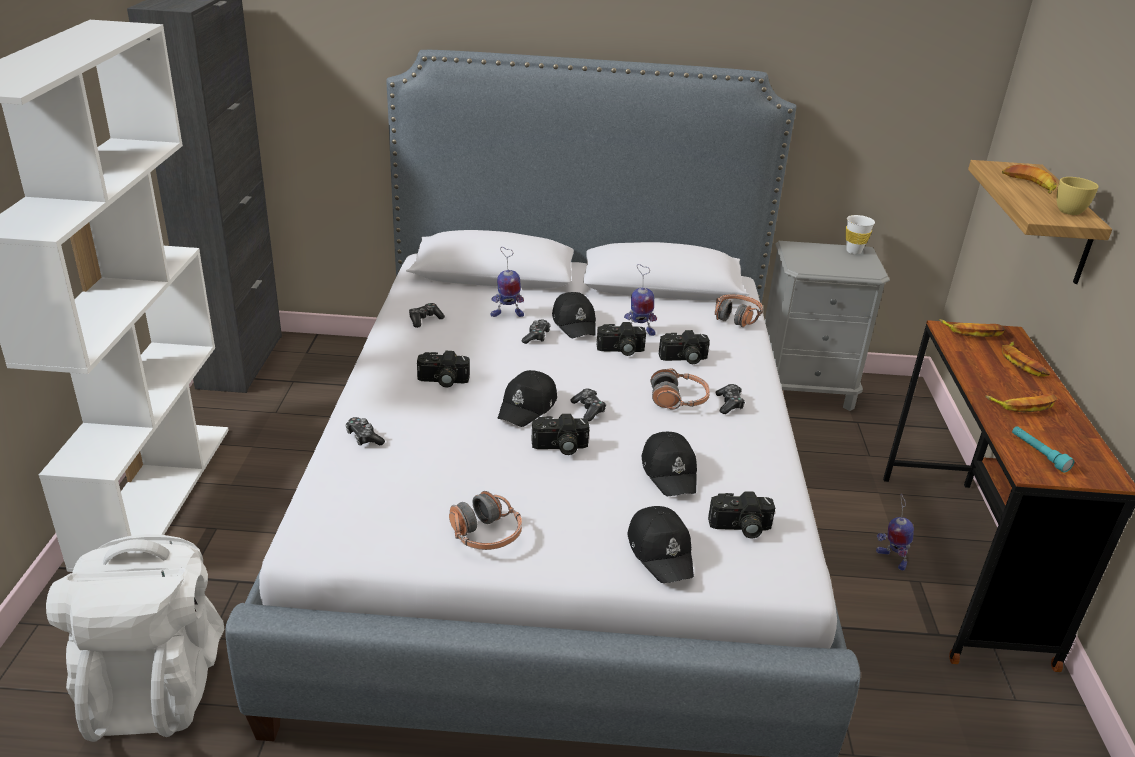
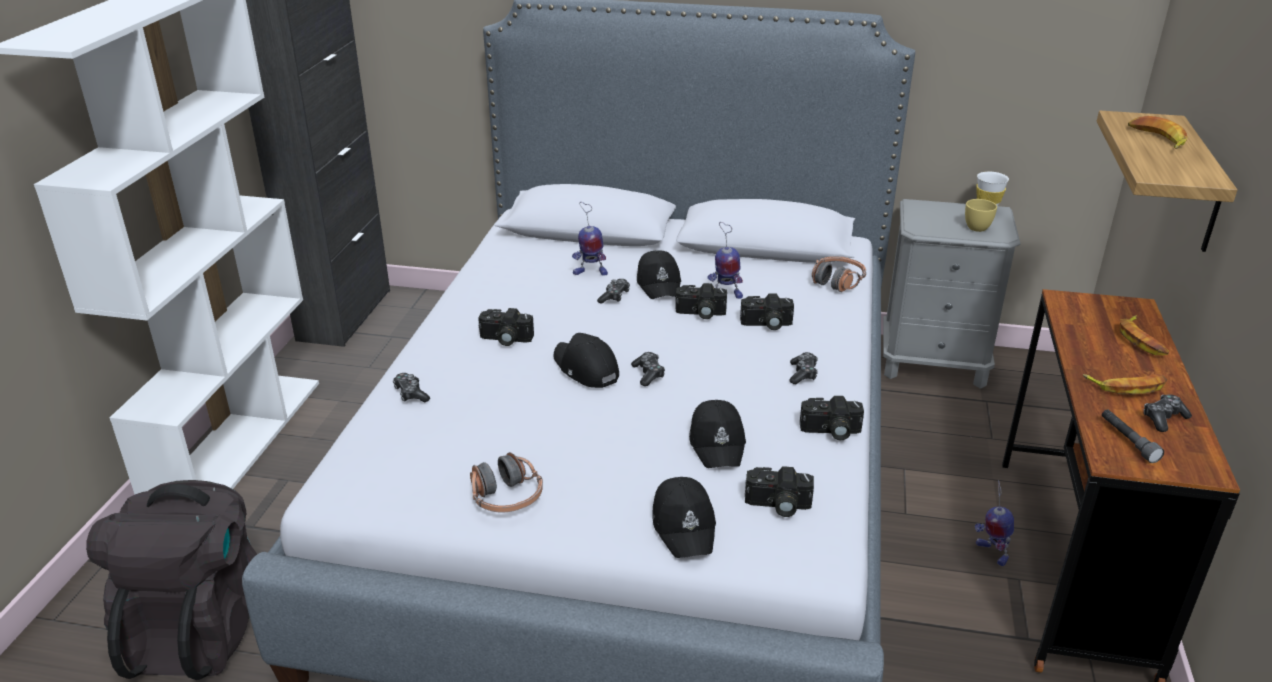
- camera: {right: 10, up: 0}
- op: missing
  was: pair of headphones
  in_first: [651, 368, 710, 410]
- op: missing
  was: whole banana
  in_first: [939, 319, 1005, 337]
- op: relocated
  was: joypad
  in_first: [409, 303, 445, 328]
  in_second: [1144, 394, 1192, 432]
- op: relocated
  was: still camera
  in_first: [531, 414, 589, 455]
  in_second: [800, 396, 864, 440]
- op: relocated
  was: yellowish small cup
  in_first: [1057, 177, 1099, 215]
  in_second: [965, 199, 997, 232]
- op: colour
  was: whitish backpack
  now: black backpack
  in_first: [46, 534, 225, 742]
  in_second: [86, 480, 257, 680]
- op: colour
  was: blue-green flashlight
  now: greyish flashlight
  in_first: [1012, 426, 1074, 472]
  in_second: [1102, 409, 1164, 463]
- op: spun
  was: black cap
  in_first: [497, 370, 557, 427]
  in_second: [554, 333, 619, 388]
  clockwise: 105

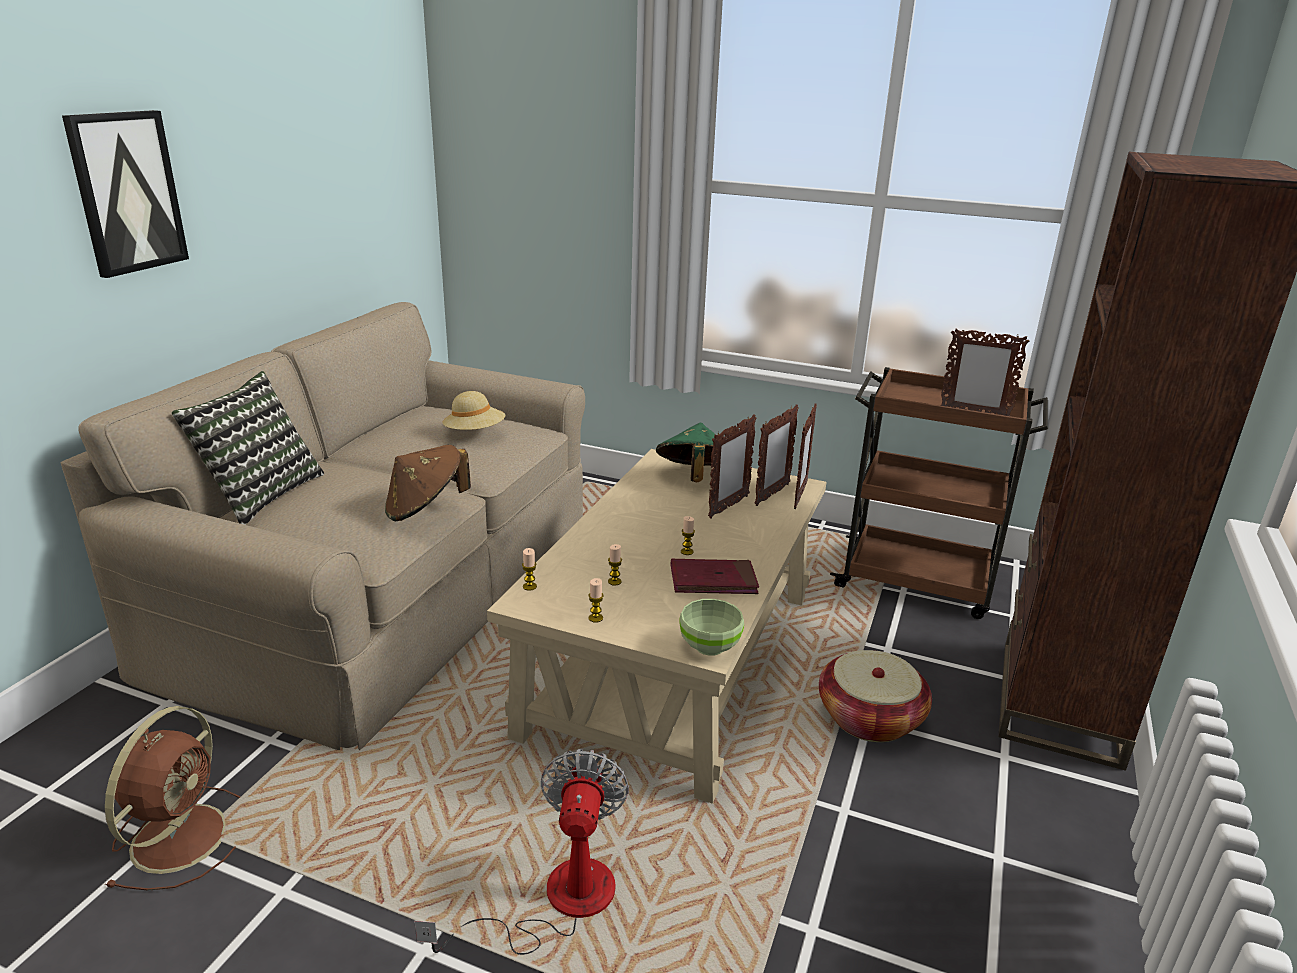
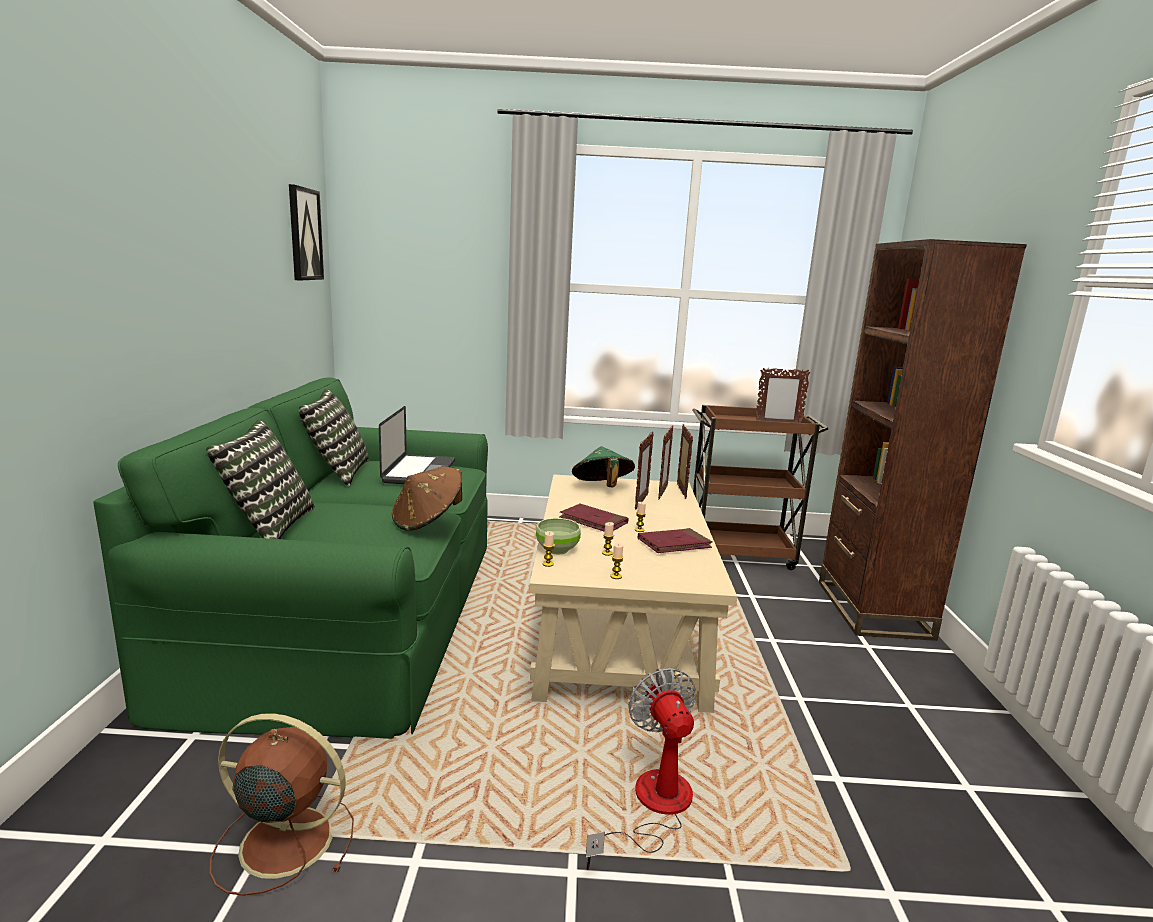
- camera: {right: -20, up: -10}
- op: missing
  was: basket
  in_first: [819, 650, 932, 742]
- op: appeared
  now: pillow
  in_second: [299, 389, 369, 486]
- op: appeared
  now: red volume
  in_second: [559, 504, 629, 532]
- op: relocated
  was: wall art
  in_first: [62, 110, 189, 278]
  in_second: [289, 184, 324, 280]
- op: relocated
  was: green-coloured deep dish
  in_first: [679, 599, 744, 656]
  in_second: [536, 518, 581, 554]
- op: exchanged
  was: beige-coloured clothing hat
  now: portable computer
  in_first: [442, 391, 505, 430]
  in_second: [379, 406, 455, 484]
- op: colour
  was: beige-coloured sofa
  now: green-coloured sofa
  in_first: [61, 302, 585, 750]
  in_second: [93, 377, 488, 739]
- op: spun
  was: brown-coloured cooling fan
  in_first: [105, 706, 240, 891]
  in_second: [210, 713, 354, 896]
  clockwise: -75

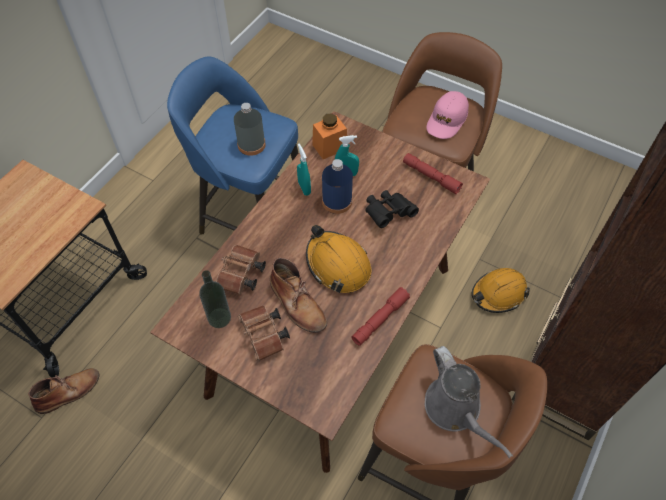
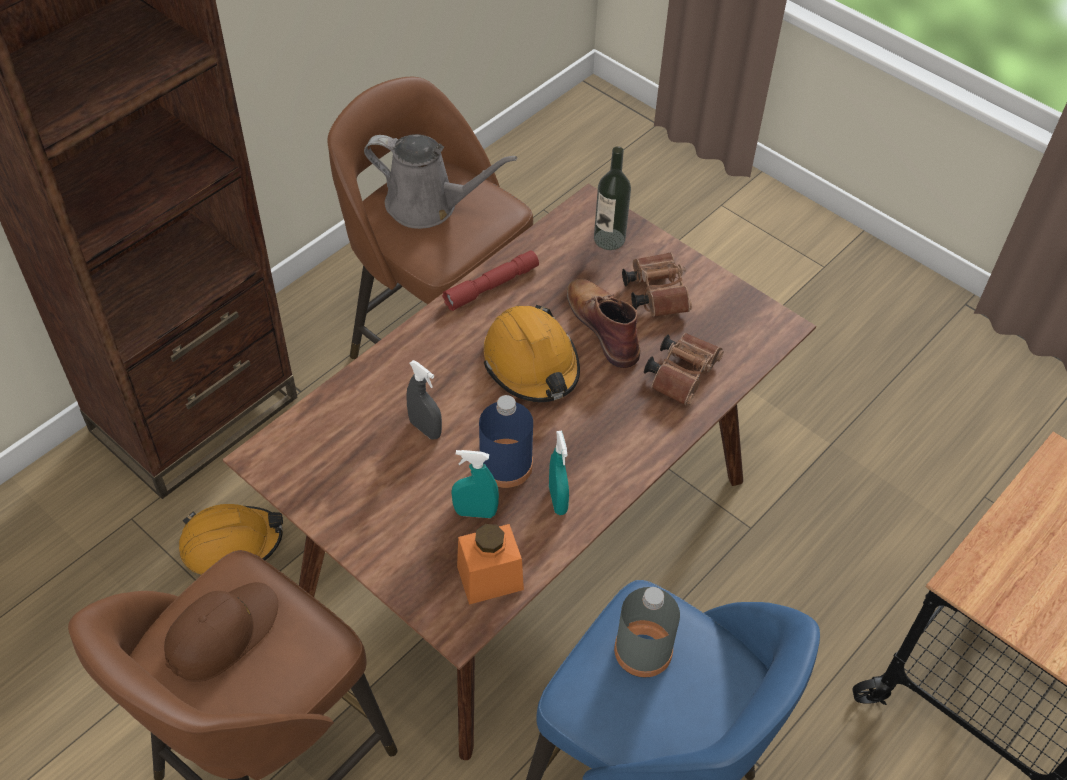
- camera: {right: -170, up: -5}
- op: missing
  was: brown-coloured high-top boot
  in_first: [28, 368, 99, 414]
- op: missing
  was: red flashlight
  in_first: [403, 153, 463, 194]
- op: relocated
  was: bottle
  in_first: [199, 270, 231, 328]
  in_second: [594, 146, 631, 250]
- op: exchanged
  was: black pair of binoculars
  now: greyish hand sprayer
  in_first: [365, 190, 419, 228]
  in_second: [406, 360, 442, 439]
- op: colour
  was: pink-coloured cap
  now: brown-coloured cap
  in_first: [426, 91, 469, 139]
  in_second: [164, 582, 278, 682]
- op: spun
  was: greyish watering can
  in_first: [425, 346, 513, 459]
  in_second: [364, 134, 517, 229]
  clockwise: 120

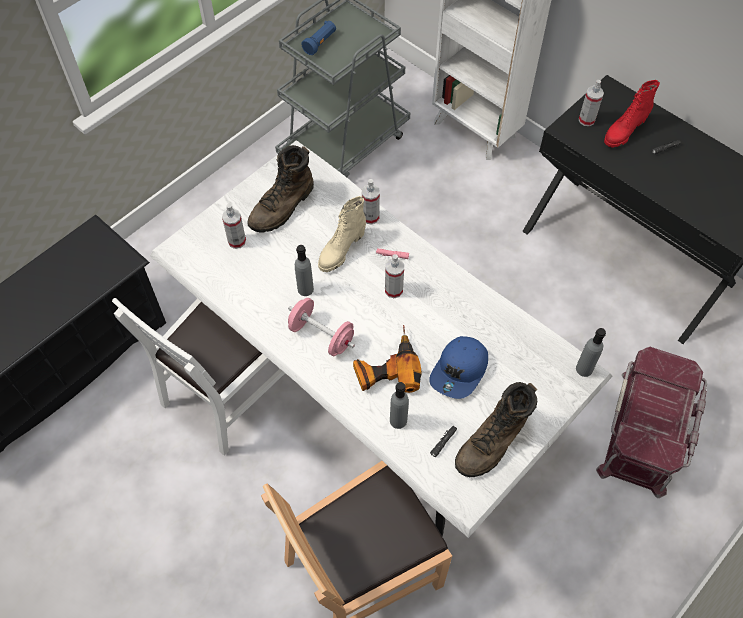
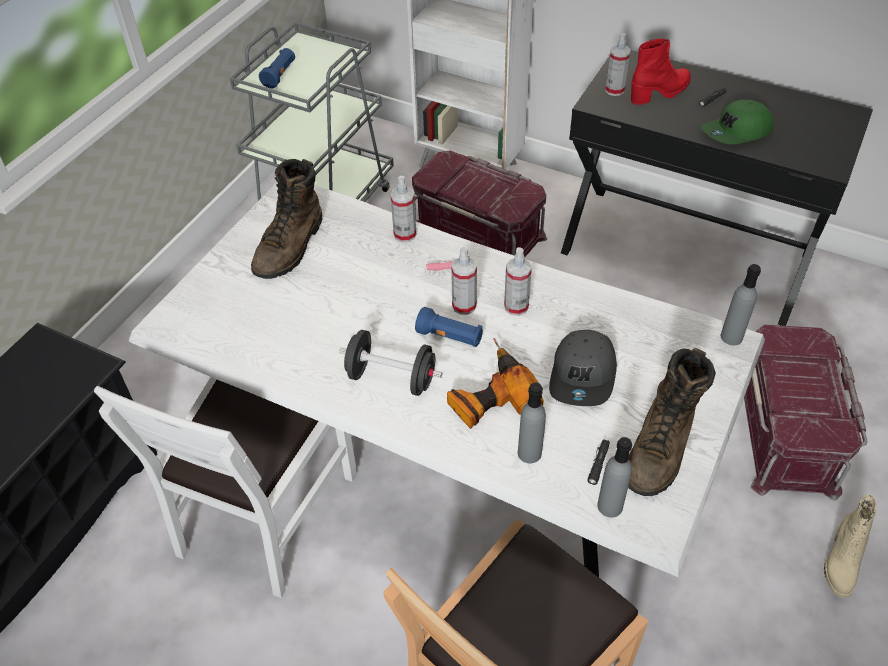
- camera: {right: -15, up: -10}
- op: appeared
  now: red storage bin
  in_second: [412, 150, 547, 258]
- op: appeared
  now: bluish flashlight
  in_second: [415, 307, 483, 347]
- op: appeared
  now: green-coloured cap
  in_second: [701, 100, 774, 144]
- op: relocated
  was: hand sprayer
  in_first: [222, 203, 246, 249]
  in_second: [504, 247, 532, 316]
- op: relocated
  was: greyish bottle
  in_first: [295, 245, 314, 296]
  in_second: [597, 437, 632, 518]
- op: relocated
  was: beige-coloured high-top boot
  in_first: [318, 196, 366, 272]
  in_second: [824, 494, 877, 598]
- op: colour
  was: pink-coloured free weight
  now: black free weight
  in_first: [288, 298, 355, 356]
  in_second: [339, 330, 442, 396]
- op: colour
  was: bluish cap
  now: greyish cap
  in_first: [429, 336, 488, 399]
  in_second: [549, 330, 617, 406]
- op: spun
  was: red high-top boot
  in_first: [604, 80, 660, 148]
  in_second: [631, 38, 691, 105]
  clockwise: -150

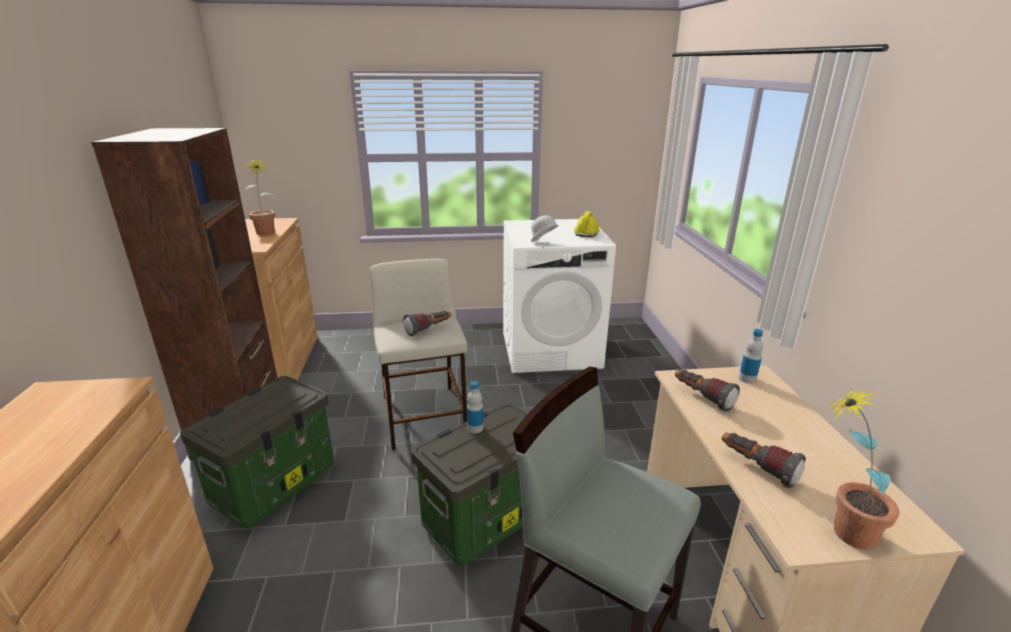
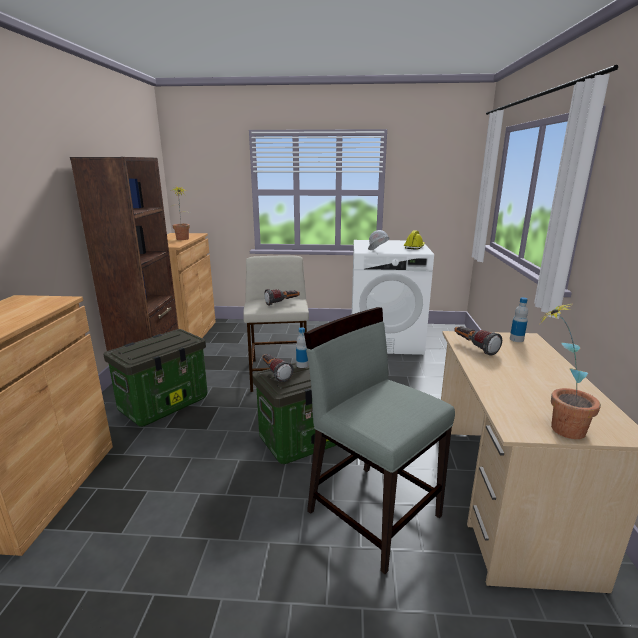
- camera: {right: 10, up: -5}
- op: relocated
  was: flashlight
  in_first: [722, 433, 806, 488]
  in_second: [262, 354, 294, 382]

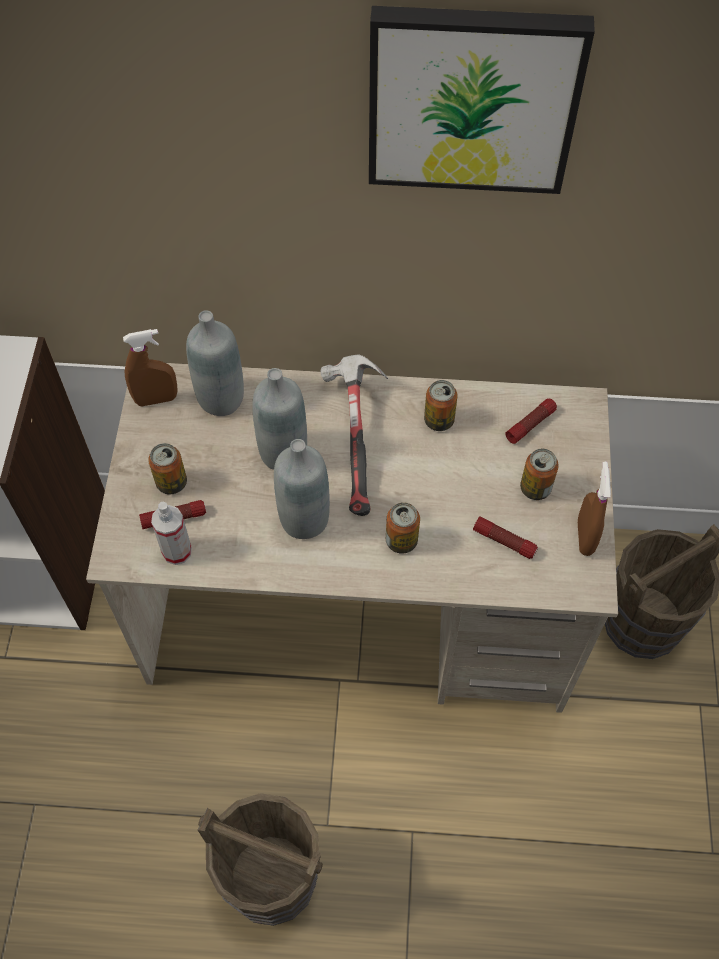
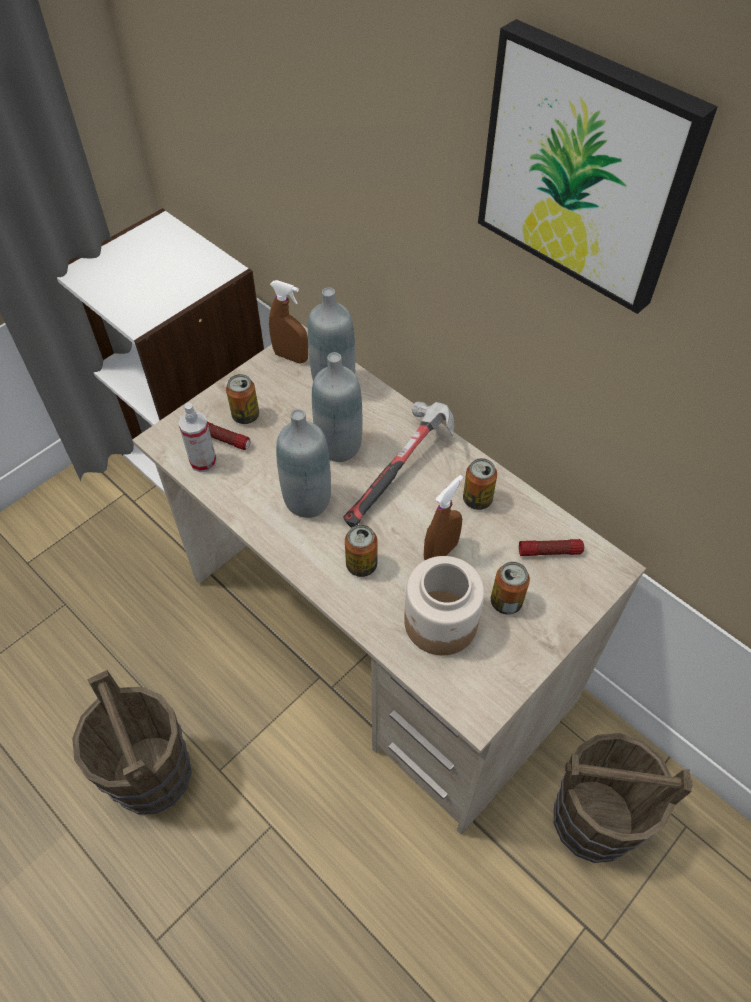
- camera: {right: 40, up: -5}
- op: relocated
  was: brown-coloured hand sprayer
  in_first: [578, 462, 611, 556]
  in_second: [424, 475, 463, 561]
- op: exchanged
  was: flashlight
  now: preserve jar
  in_first: [473, 516, 538, 559]
  in_second: [404, 556, 484, 655]

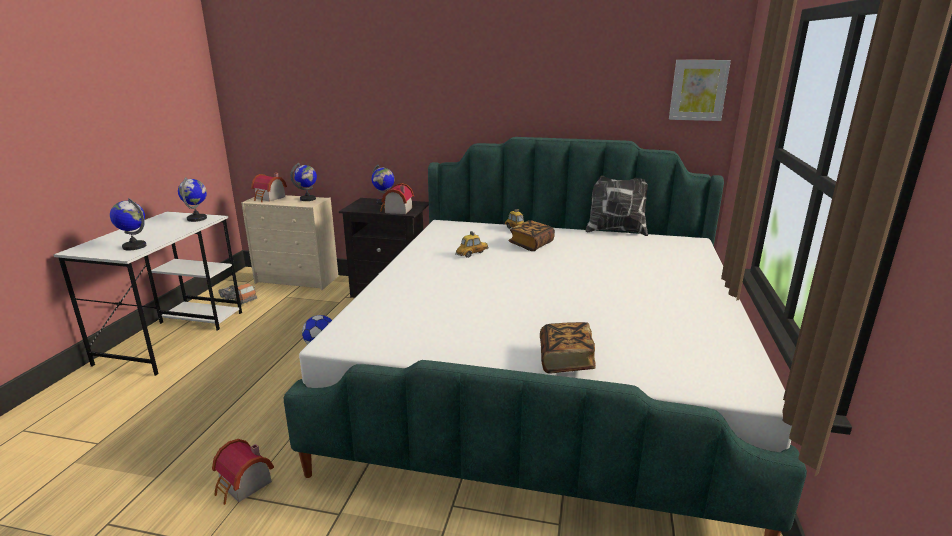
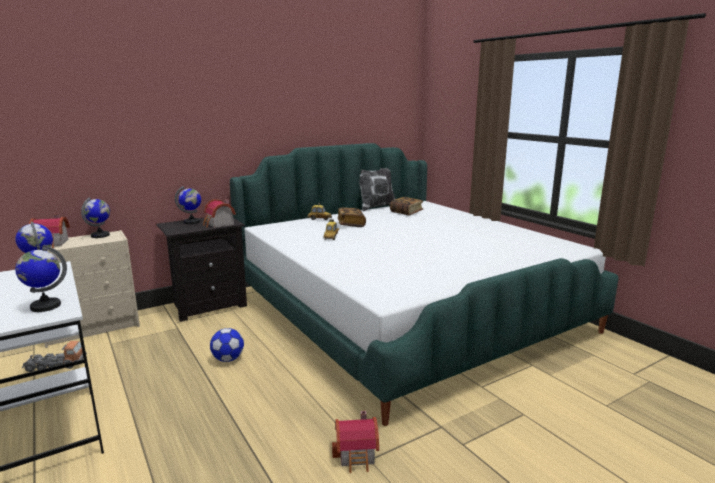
- camera: {right: -45, up: -5}
- op: missing
  was: wall art
  in_first: [669, 60, 731, 121]
- op: relocated
  was: volume
  in_first: [540, 322, 596, 374]
  in_second: [390, 197, 423, 216]

